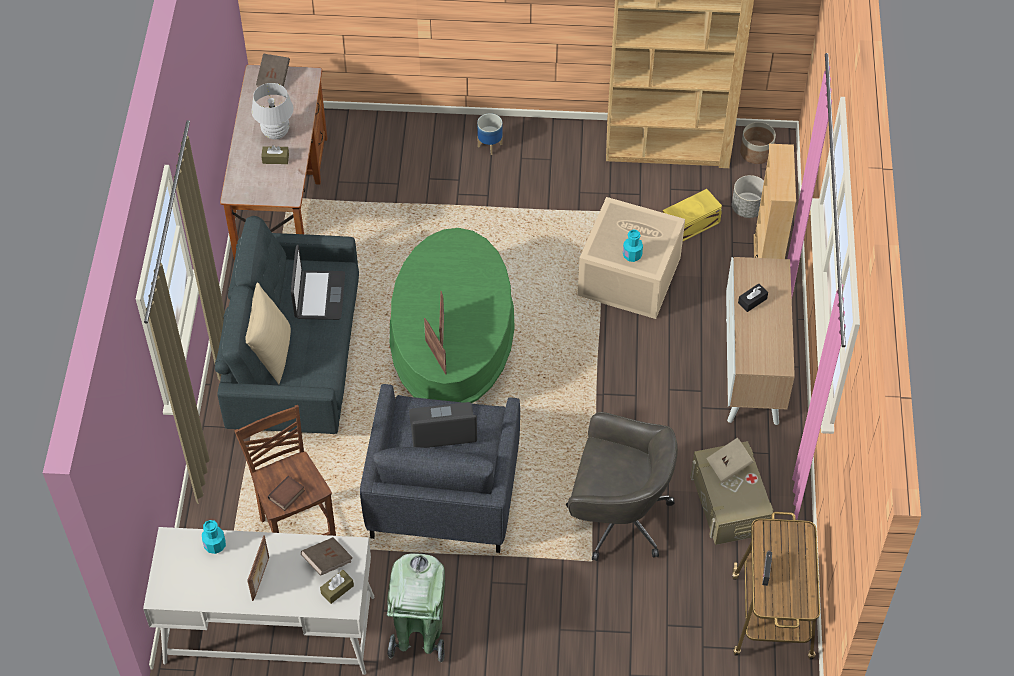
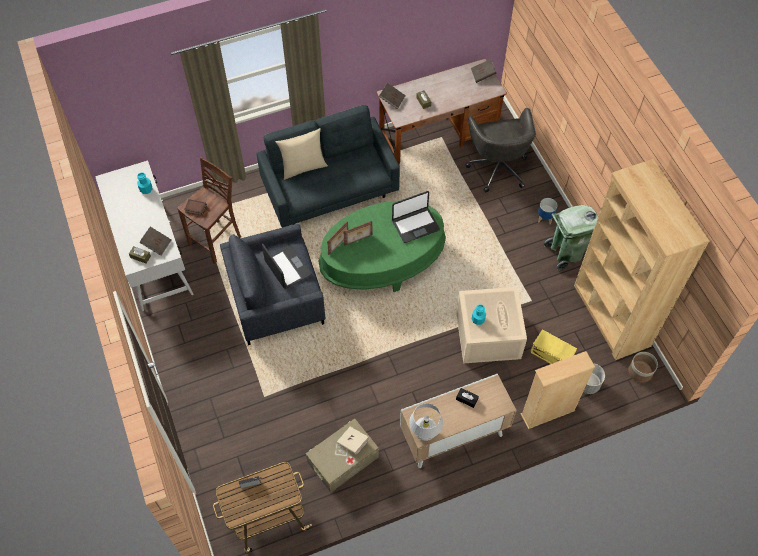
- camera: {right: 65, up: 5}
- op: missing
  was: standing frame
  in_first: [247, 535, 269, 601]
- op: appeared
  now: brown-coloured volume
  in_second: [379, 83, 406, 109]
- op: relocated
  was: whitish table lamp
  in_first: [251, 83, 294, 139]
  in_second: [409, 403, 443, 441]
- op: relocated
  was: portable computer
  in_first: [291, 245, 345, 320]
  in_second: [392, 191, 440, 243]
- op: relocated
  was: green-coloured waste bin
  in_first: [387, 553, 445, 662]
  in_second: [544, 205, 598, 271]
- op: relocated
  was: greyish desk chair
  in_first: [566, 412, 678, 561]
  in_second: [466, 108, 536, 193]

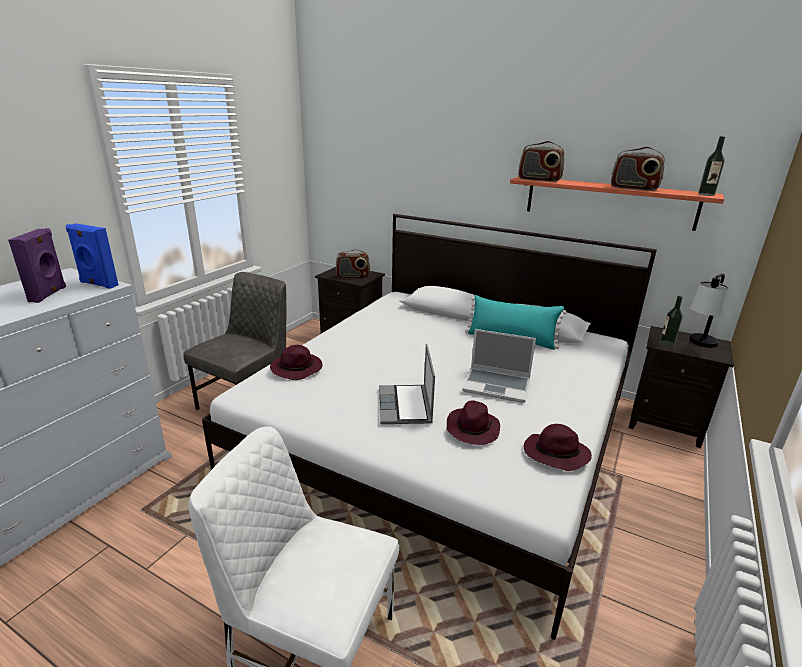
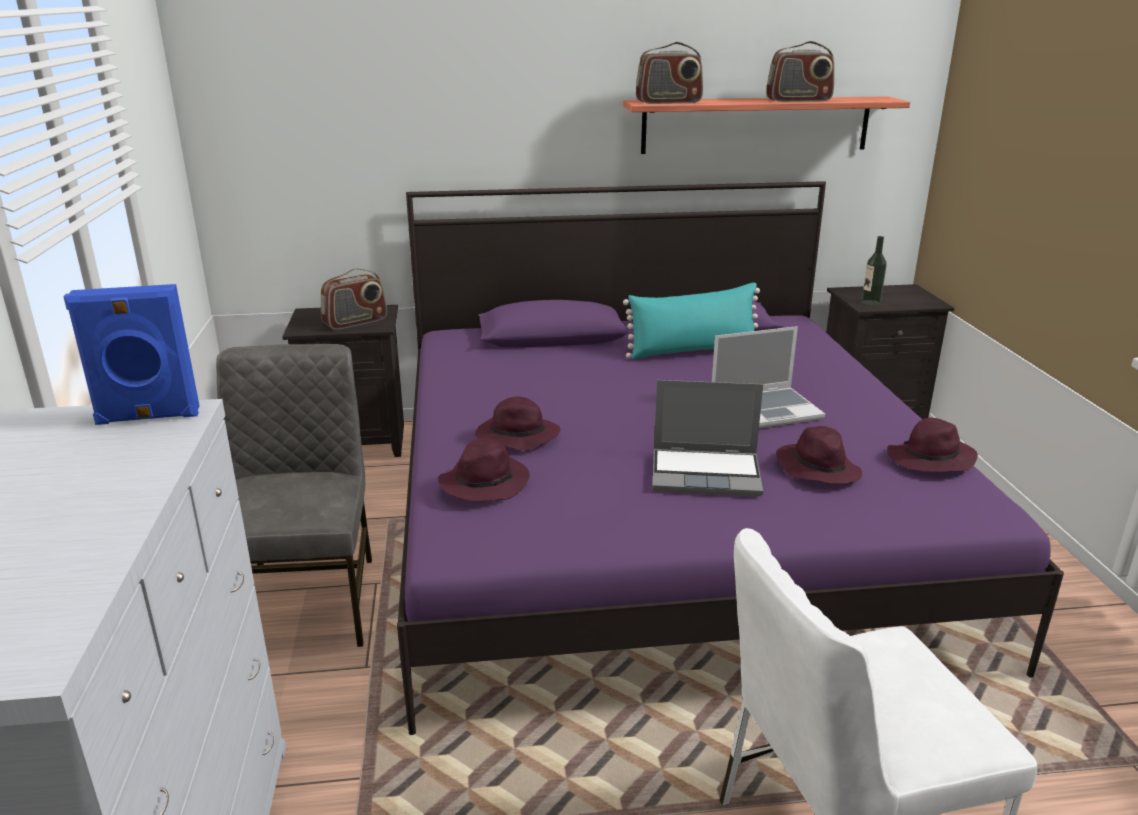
- camera: {right: -35, up: 0}
- op: missing
  was: purplish speaker
  in_first: [8, 228, 66, 303]
- op: missing
  was: table lamp
  in_first: [689, 273, 729, 348]
- op: missing
  was: bottle
  in_first: [698, 136, 725, 196]
- op: appeared
  now: purplish clothing hat
  in_second: [475, 396, 561, 451]
- op: colour
  was: whitish bedroom bed
  now: purplish bedroom bed
  in_first: [202, 214, 657, 640]
  in_second: [397, 181, 1064, 735]
- op: spun
  was: portable computer
  in_first: [379, 344, 435, 424]
  in_second: [653, 380, 763, 497]
  clockwise: -45

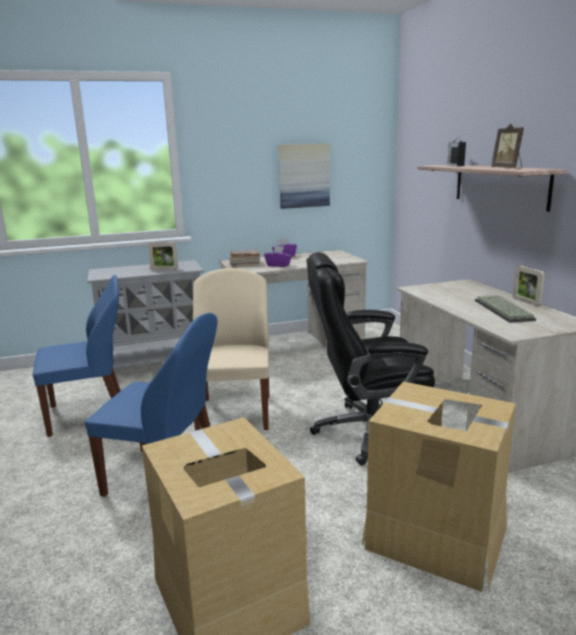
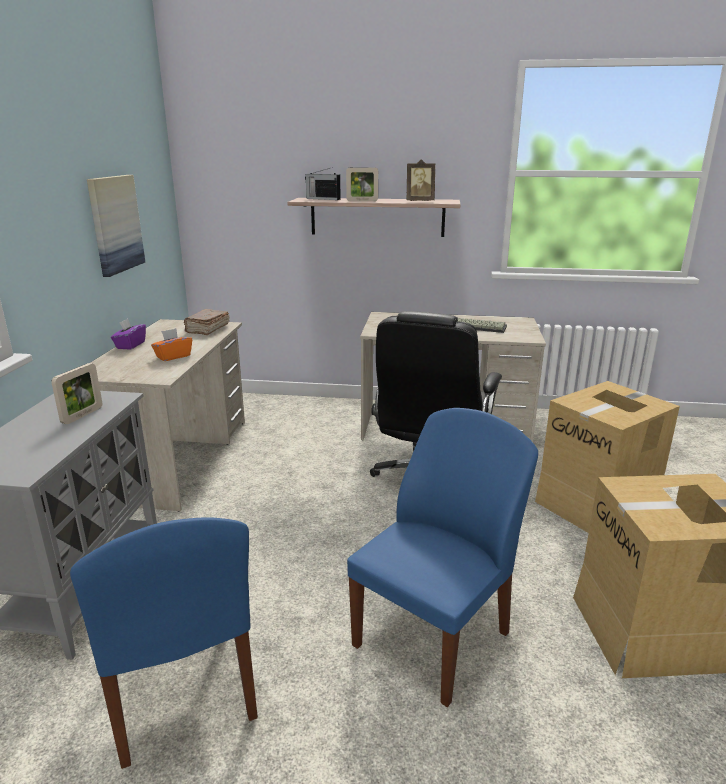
- camera: {right: -65, up: 5}
- op: missing
  was: beige-coloured chair
  in_first: [193, 268, 269, 431]
- op: relocated
  was: brown-coloured volume
  in_first: [230, 249, 260, 266]
  in_second: [184, 309, 229, 335]
- op: relocated
  was: standing frame
  in_first: [512, 265, 545, 306]
  in_second: [346, 167, 378, 201]
- op: colour
  was: purplish box of tissues
  now: orangey box of tissues
  in_first: [264, 246, 292, 267]
  in_second: [151, 328, 192, 361]
- op: spun
  was: bluish chair
  in_first: [33, 275, 121, 437]
  in_second: [70, 517, 258, 769]
  clockwise: 150

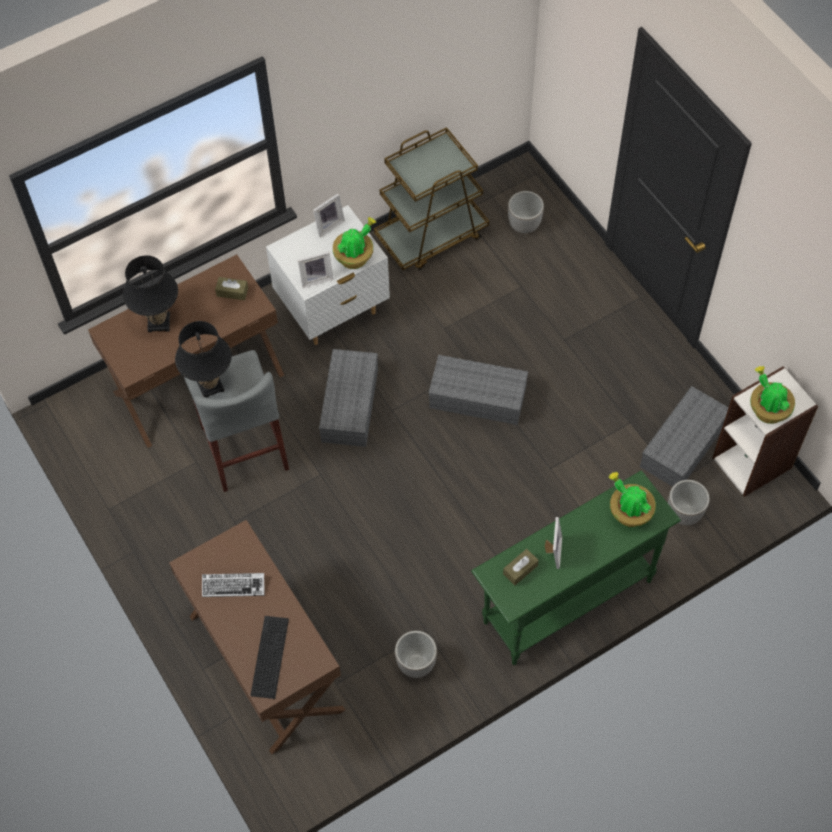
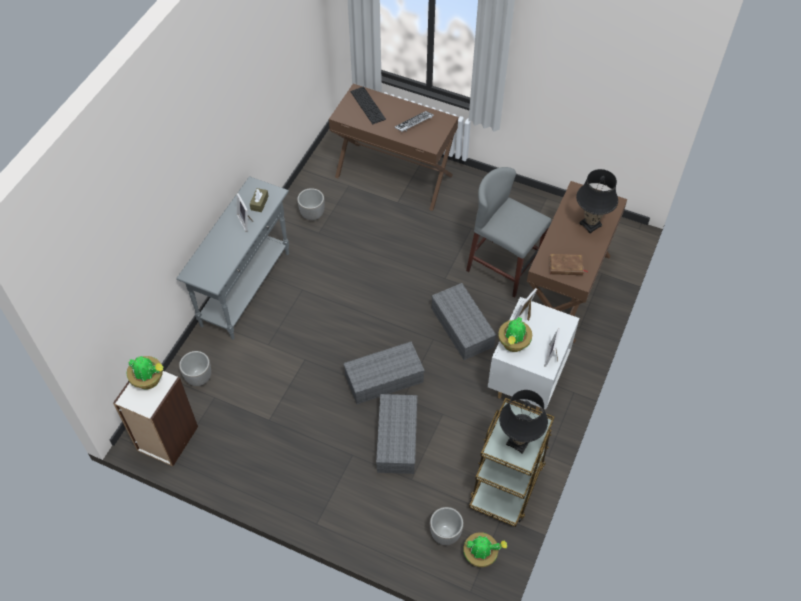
- camera: {right: 145, up: -5}
- op: relocated
  was: black table lamp
  in_first: [175, 321, 232, 398]
  in_second: [499, 390, 548, 454]
- op: relocated
  was: plant in a pot
  in_first: [609, 472, 656, 527]
  in_second: [463, 532, 507, 567]
- op: relocated
  was: greyish storage bin
  in_first: [640, 386, 729, 487]
  in_second: [376, 394, 417, 474]
- op: exchanged
  was: brown-coloured box of tissues
  now: brown-coloured volume
  in_first: [215, 277, 248, 300]
  in_second: [549, 254, 588, 275]
- op: colour
  was: green-coloured hall table
  now: greyish hall table
  in_first: [471, 470, 681, 665]
  in_second: [176, 176, 289, 340]

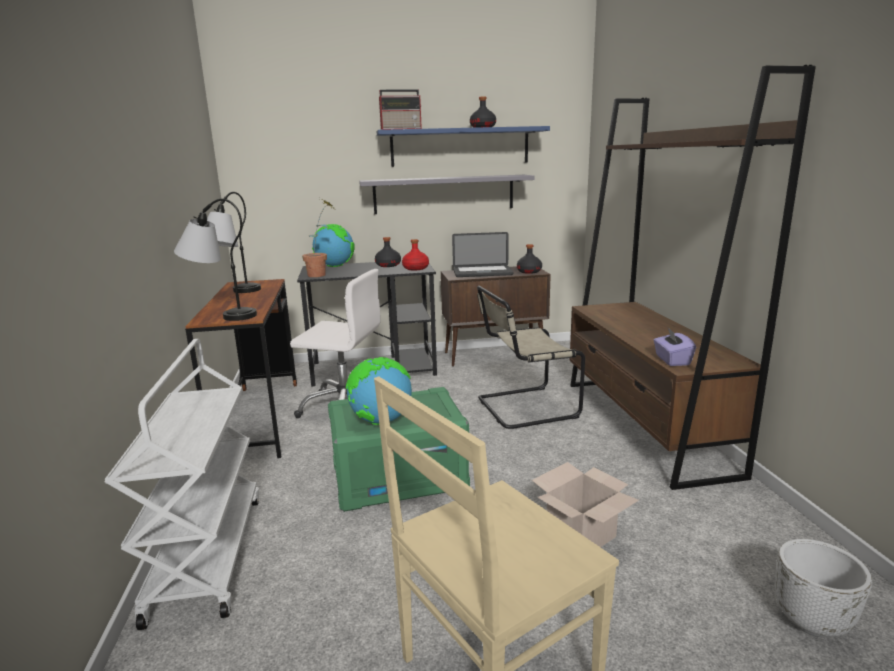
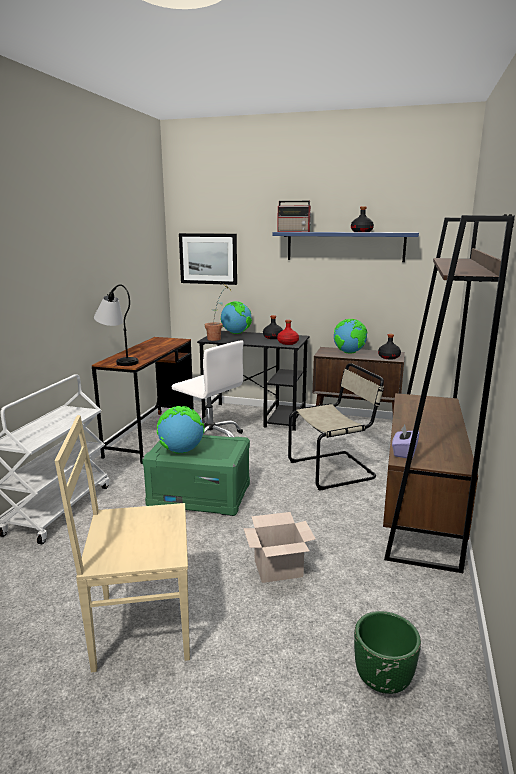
- camera: {right: 25, up: 0}
- op: missing
  was: table lamp
  in_first: [207, 192, 261, 293]
- op: missing
  was: greyish shelf
  in_first: [359, 175, 535, 214]
- op: appeared
  now: wall art
  in_second: [179, 233, 237, 285]
- op: exchanged
  was: portable computer
  now: world globe
  in_first: [452, 232, 514, 277]
  in_second: [334, 319, 368, 354]
- op: colour
  was: whitish flower pot
  now: green-coloured flower pot
  in_first: [775, 539, 872, 637]
  in_second: [354, 611, 421, 694]
- op: spun
  was: beige-coloured chair
  in_first: [477, 286, 585, 429]
  in_second: [288, 363, 384, 491]
  clockwise: 150

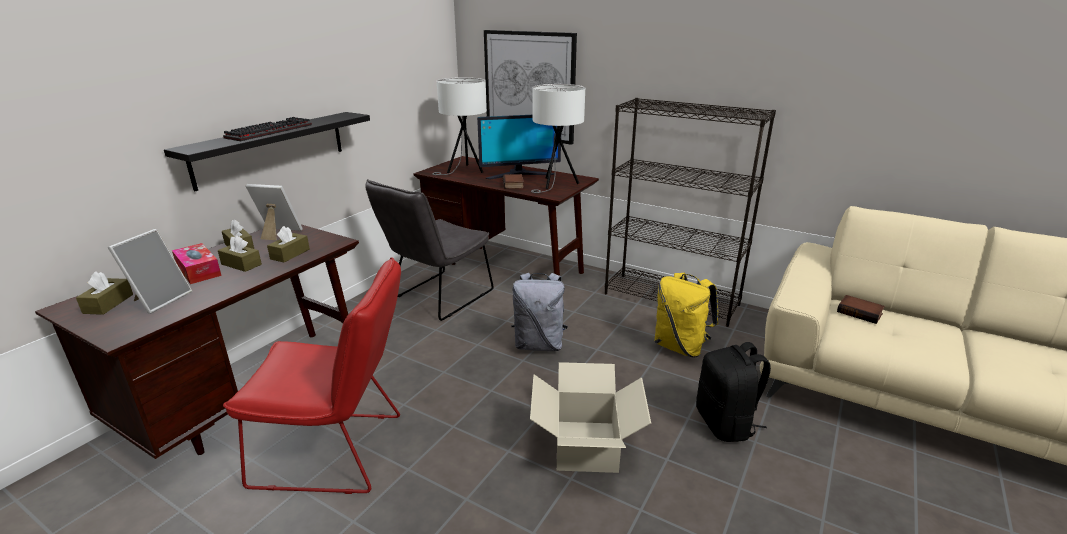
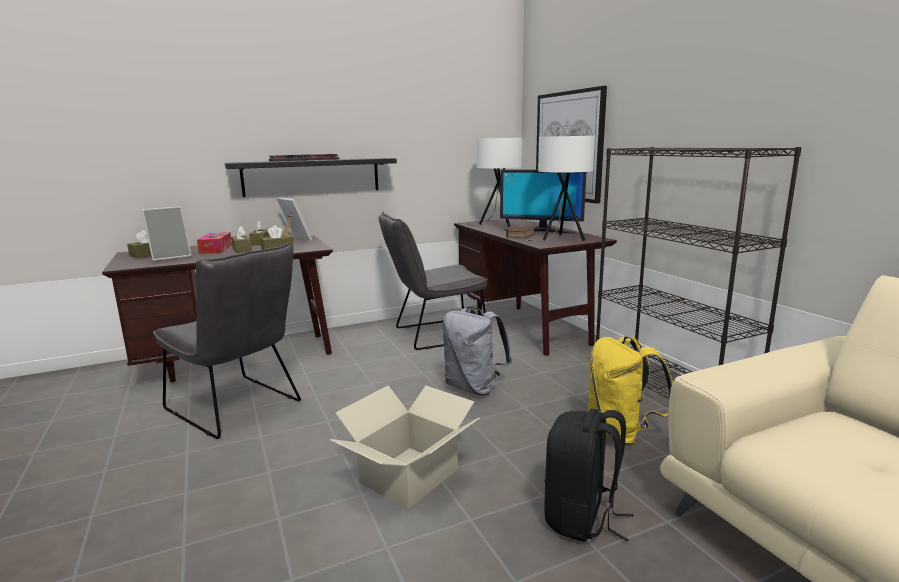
- camera: {right: 35, up: -10}
- op: missing
  was: volume
  in_first: [837, 295, 885, 324]
- op: colour
  was: red chair
  now: greyish chair
  in_first: [223, 257, 401, 494]
  in_second: [153, 242, 301, 439]

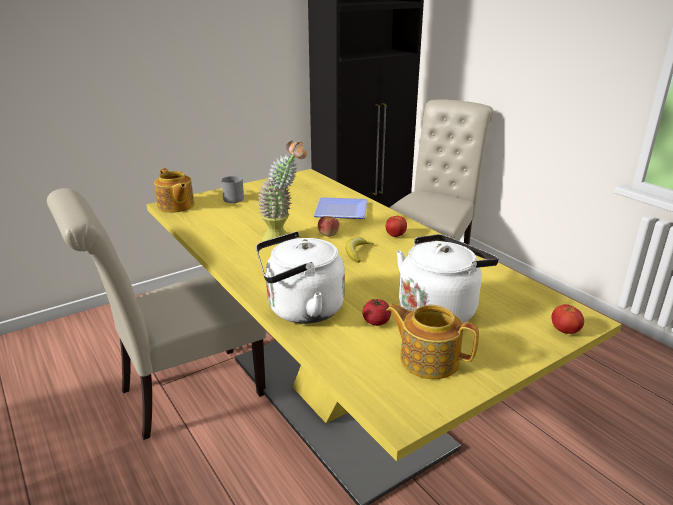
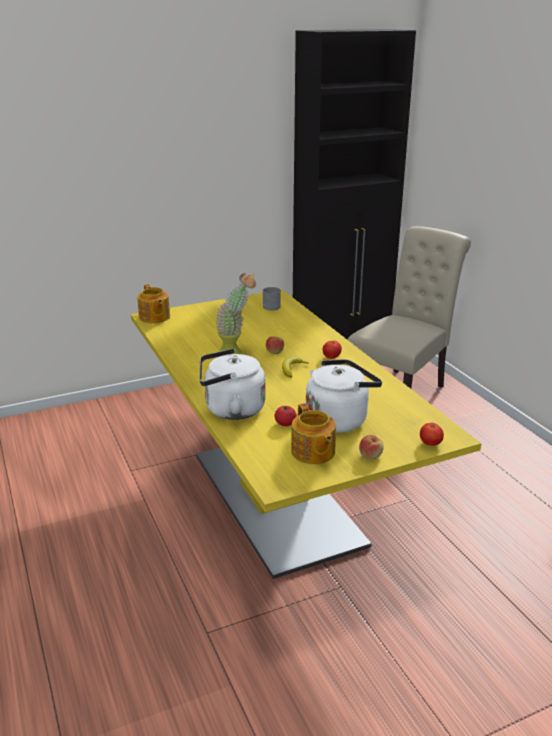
- camera: {right: 10, up: 0}
- op: missing
  was: beige-coloured chair
  in_first: [47, 188, 267, 440]
- op: missing
  was: flat dish
  in_first: [314, 197, 368, 219]
- op: appeared
  now: apple fruit
  in_second: [359, 435, 384, 459]
- op: relocated
  was: greyish mug
  in_first: [221, 176, 244, 203]
  in_second: [262, 287, 281, 311]
- op: spun
  was: tea pot
  in_first: [386, 304, 479, 379]
  in_second: [291, 403, 336, 464]
  clockwise: -150

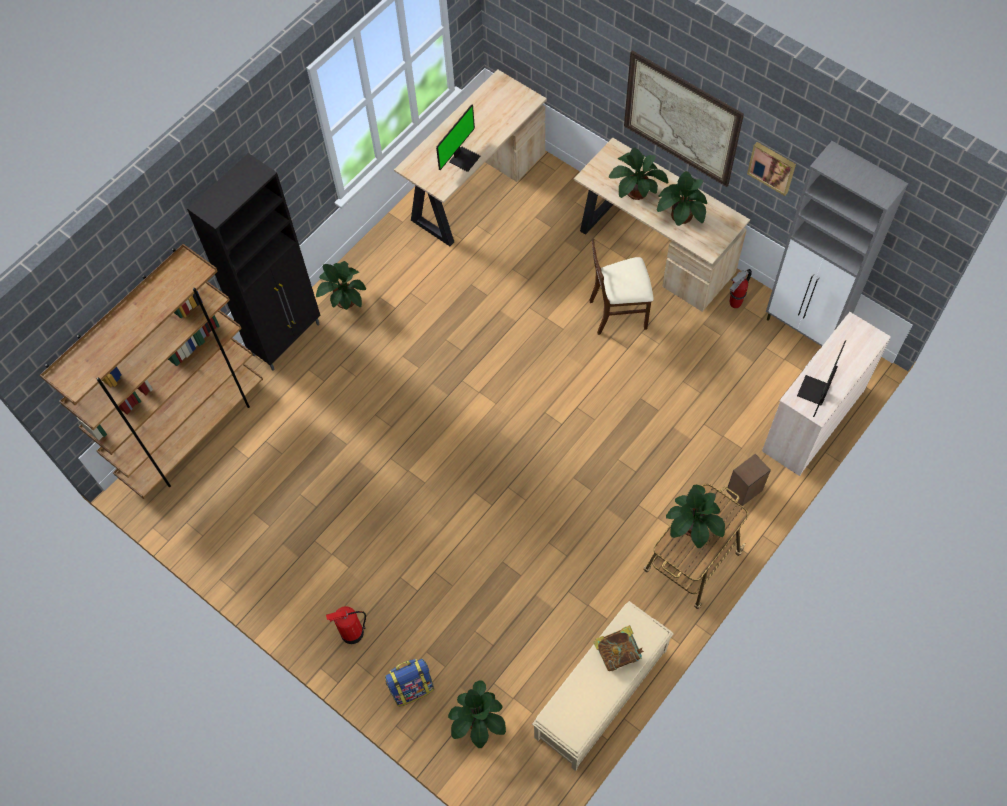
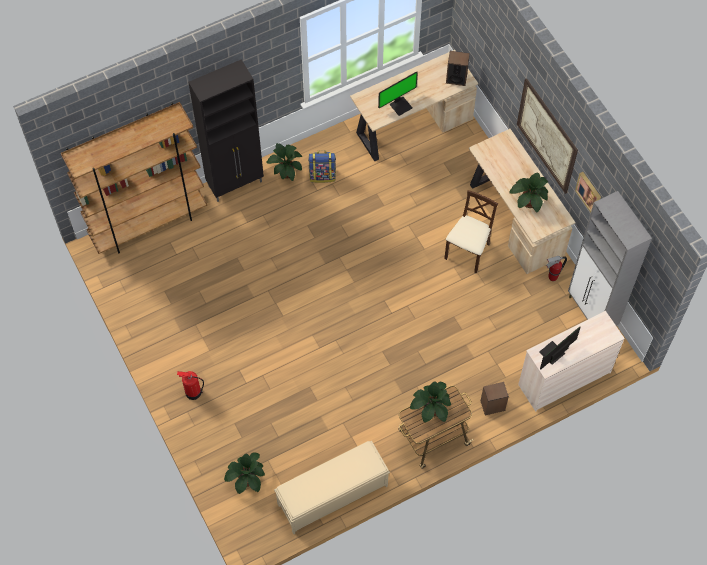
- camera: {right: 20, up: 0}
- op: missing
  was: volume
  in_first: [593, 625, 644, 671]
- op: missing
  was: plant in a pot
  in_first: [609, 148, 668, 200]
- op: appeared
  now: speaker
  in_second: [446, 51, 470, 86]
- op: relocated
  was: backpack
  in_first: [385, 658, 434, 707]
  in_second: [308, 150, 336, 183]
- op: spun
  was: beige-coloured chair
  in_first: [589, 239, 654, 335]
  in_second: [444, 190, 498, 274]
  clockwise: 105

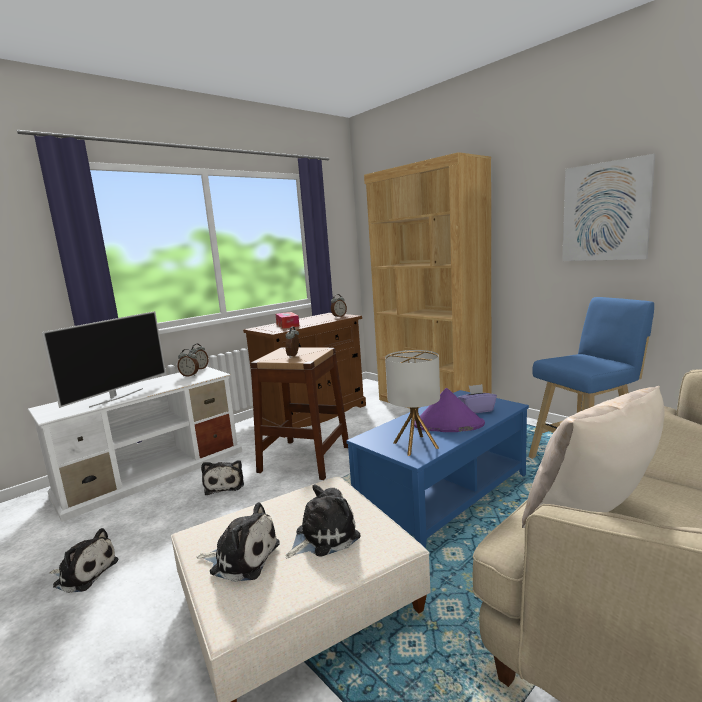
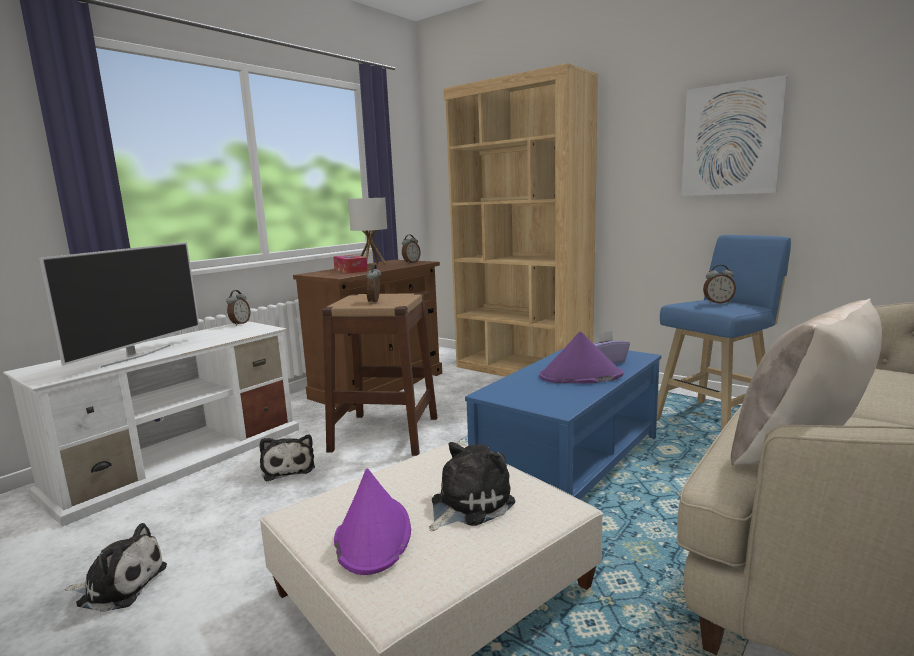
- camera: {right: -10, up: 0}
- op: relocated
  was: table clock
  in_first: [177, 349, 199, 377]
  in_second: [703, 265, 736, 304]
- op: relocated
  was: table lamp
  in_first: [385, 350, 440, 456]
  in_second: [348, 198, 387, 265]
- op: exchanged
  was: cuddly toy
  now: purplish clothing hat
  in_first: [197, 502, 280, 582]
  in_second: [334, 469, 411, 575]

